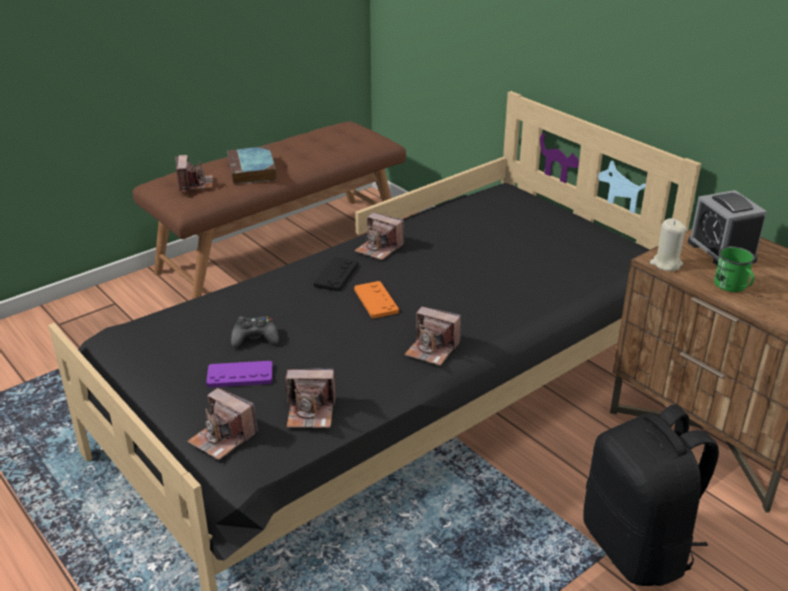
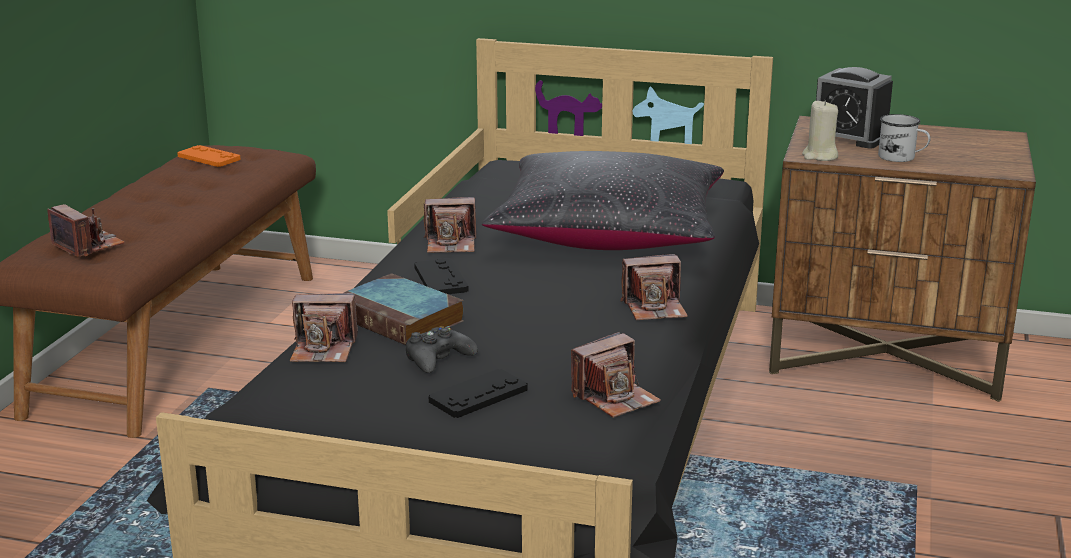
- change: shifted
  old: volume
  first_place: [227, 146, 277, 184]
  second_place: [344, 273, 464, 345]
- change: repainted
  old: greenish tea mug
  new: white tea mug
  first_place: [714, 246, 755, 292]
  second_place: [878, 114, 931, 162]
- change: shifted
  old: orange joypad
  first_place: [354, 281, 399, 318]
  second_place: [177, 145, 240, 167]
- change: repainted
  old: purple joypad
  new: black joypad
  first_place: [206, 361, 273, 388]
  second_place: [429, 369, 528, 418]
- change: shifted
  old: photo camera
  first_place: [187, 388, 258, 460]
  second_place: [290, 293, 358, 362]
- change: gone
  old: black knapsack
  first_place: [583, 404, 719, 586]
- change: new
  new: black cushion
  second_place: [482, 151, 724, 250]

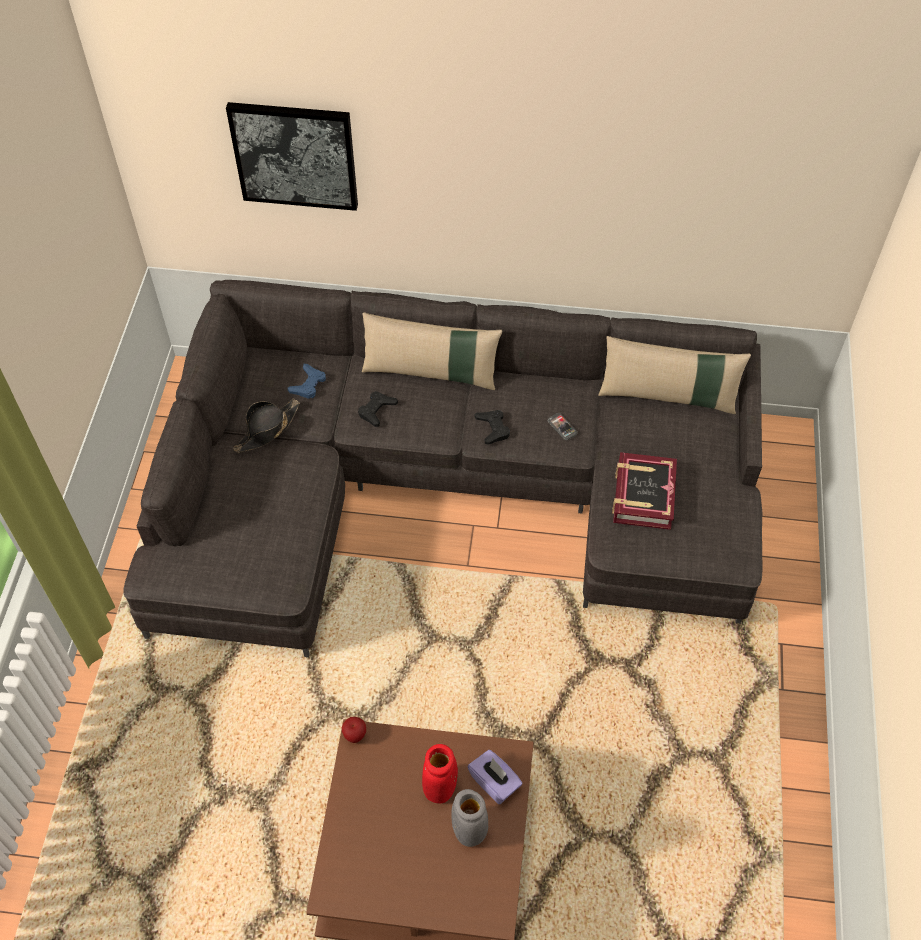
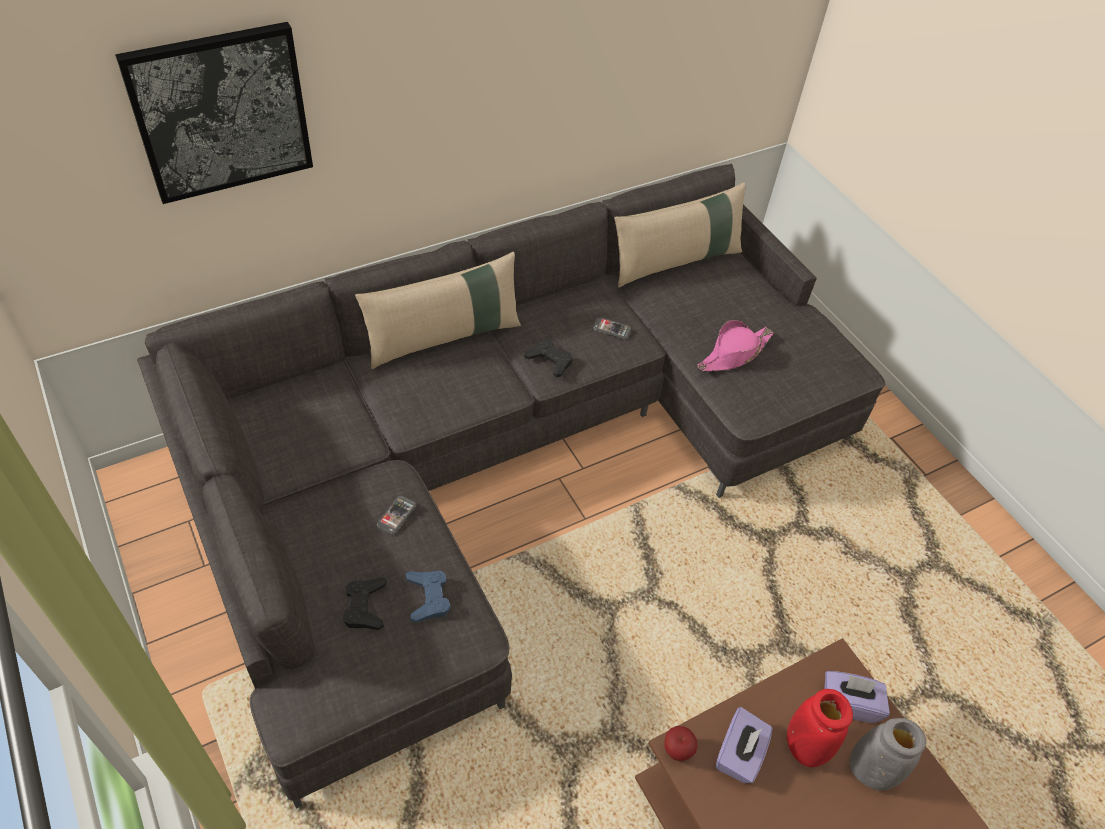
- change: shifted
  old: blue joypad
  first_place: [287, 364, 326, 399]
  second_place: [405, 571, 450, 623]
- change: shifted
  old: black joypad
  first_place: [358, 391, 398, 427]
  second_place: [342, 577, 387, 630]
- change: gone
  old: black wearable hat
  first_place: [233, 398, 300, 453]
- change: swapped
  old: volume
  new: pink-coloured wearable hat
  first_place: [612, 452, 677, 530]
  second_place: [697, 320, 774, 371]
- change: new
  new: handset
  second_place: [377, 496, 416, 535]
- change: new
  new: purple tissue box
  second_place: [716, 707, 773, 783]

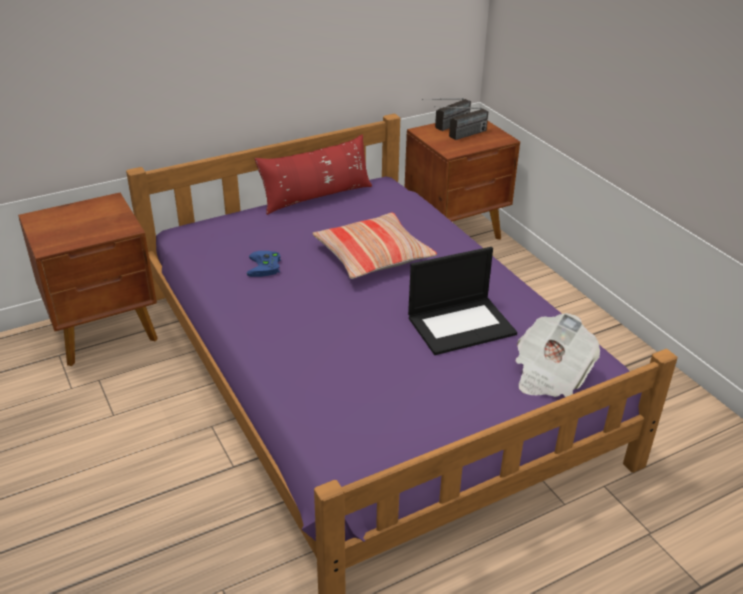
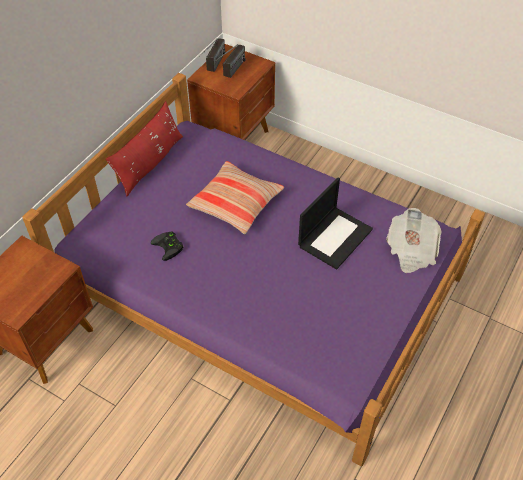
- change: repainted
  old: blue joypad
  new: black joypad
  first_place: [247, 251, 281, 277]
  second_place: [151, 232, 184, 261]

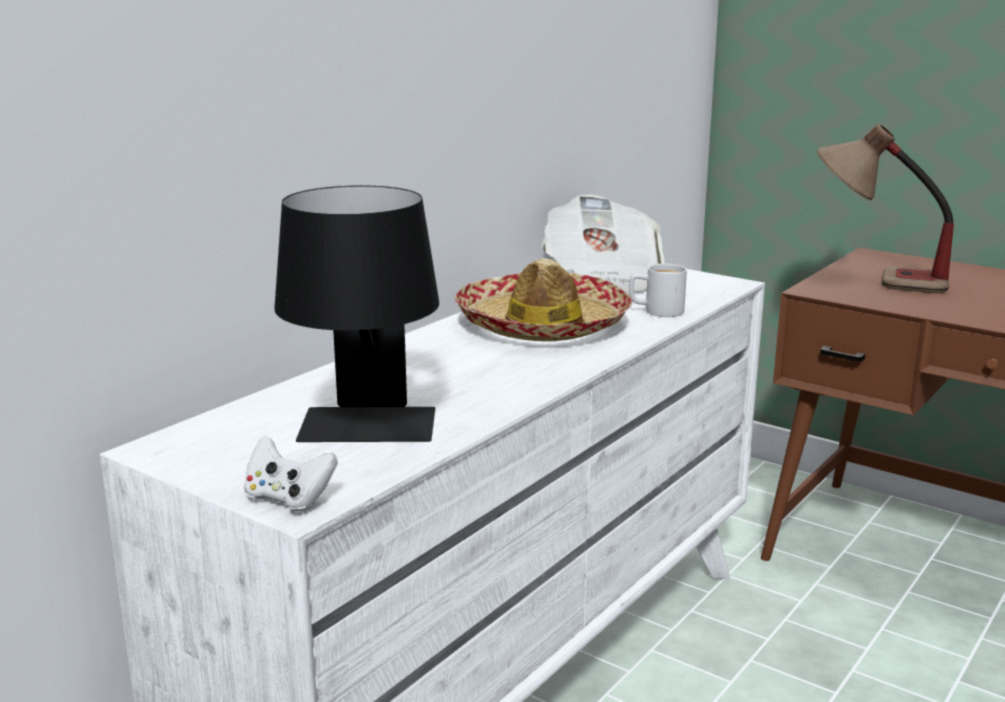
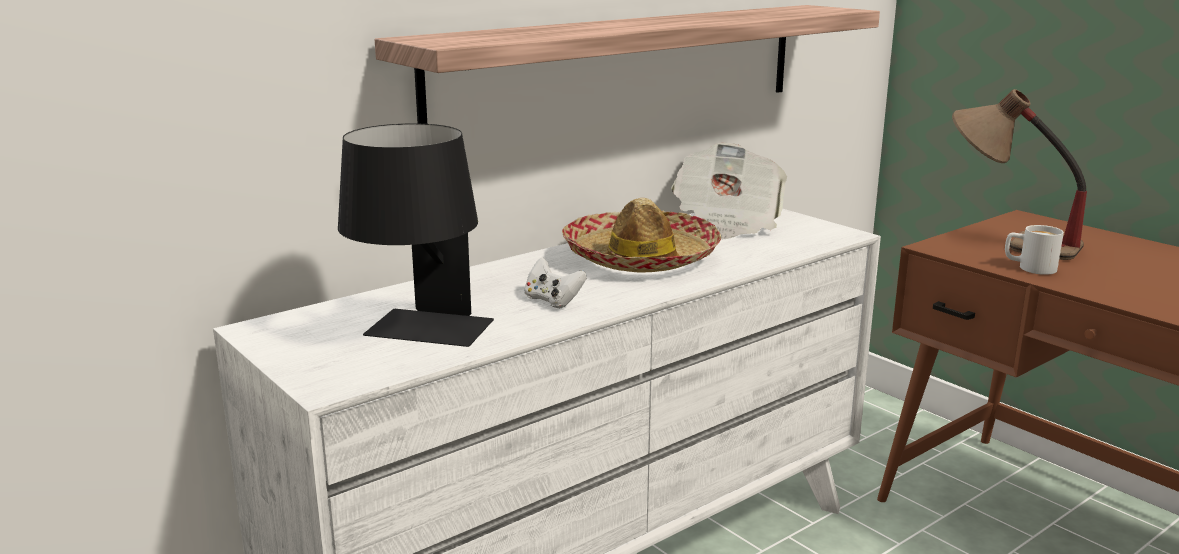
- change: shifted
  old: white tea mug
  first_place: [629, 264, 687, 317]
  second_place: [1005, 225, 1064, 275]
- change: shifted
  old: white joypad
  first_place: [244, 435, 338, 512]
  second_place: [524, 257, 587, 308]
- change: new
  new: shelf
  second_place: [375, 5, 880, 124]

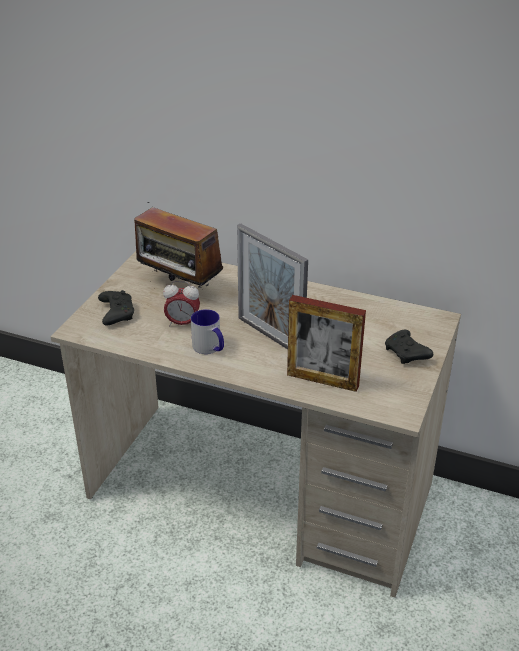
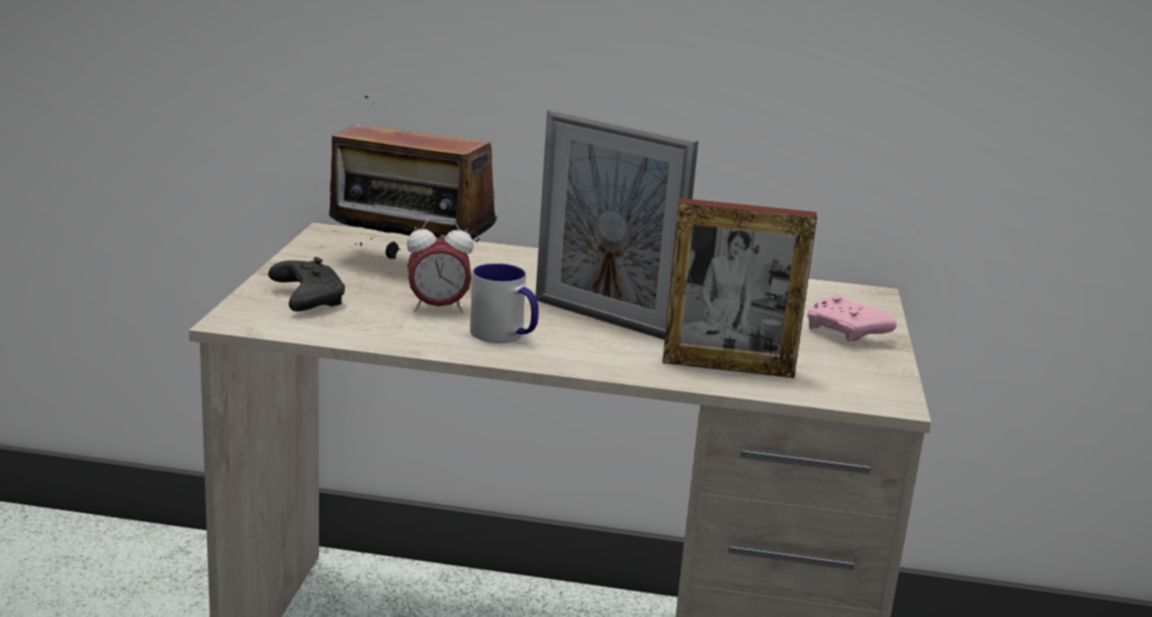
- change: repainted
  old: black joypad
  new: pink-coloured joypad
  first_place: [385, 330, 433, 364]
  second_place: [807, 295, 897, 341]

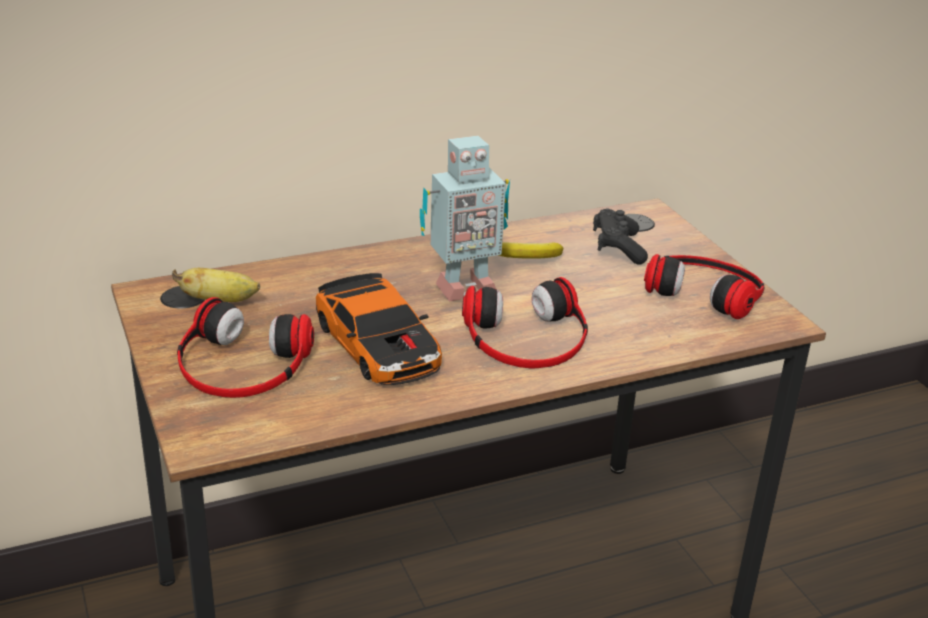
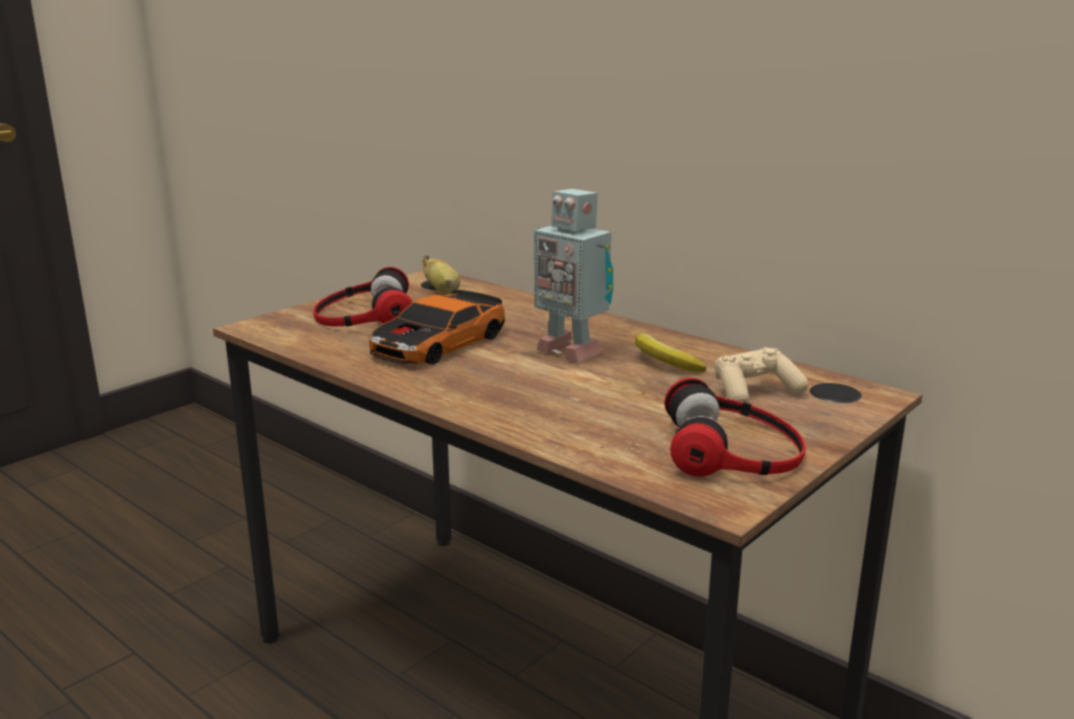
- change: repainted
  old: black joypad
  new: beige-coloured joypad
  first_place: [593, 208, 648, 264]
  second_place: [715, 347, 809, 403]
- change: gone
  old: pair of headphones
  first_place: [462, 277, 588, 369]

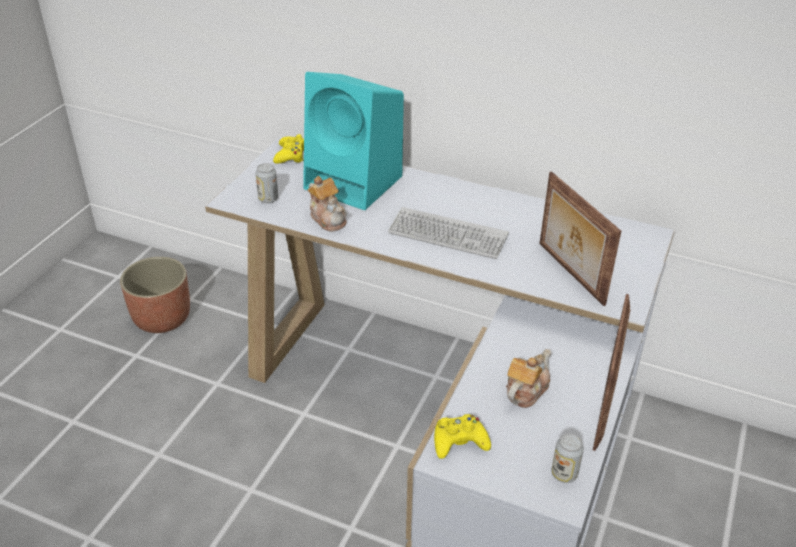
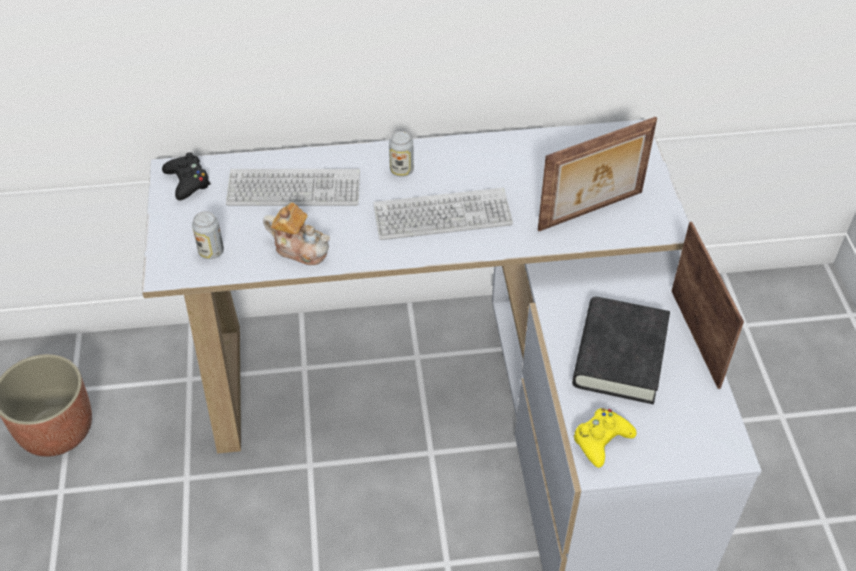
- change: swapped
  old: turquoise speaker
  new: keyboard
  first_place: [303, 72, 404, 210]
  second_place: [226, 169, 360, 206]
- change: repainted
  old: yellowish joypad
  new: black joypad
  first_place: [273, 134, 304, 164]
  second_place: [162, 152, 211, 200]
- change: rotated
  old: photo frame
  first_place: [540, 171, 621, 306]
  second_place: [538, 117, 657, 231]
  degrees: -60
- change: swapped
  old: teapot
  new: black volume
  first_place: [506, 349, 551, 408]
  second_place: [572, 297, 670, 404]
- change: shifted
  old: can
  first_place: [551, 433, 584, 483]
  second_place: [389, 131, 414, 177]

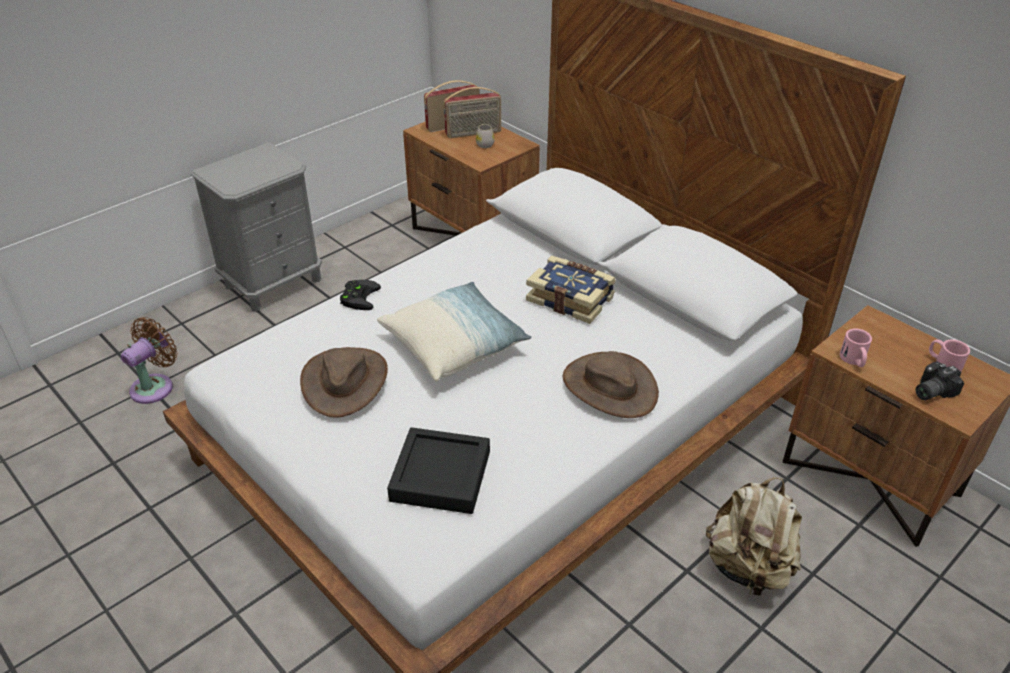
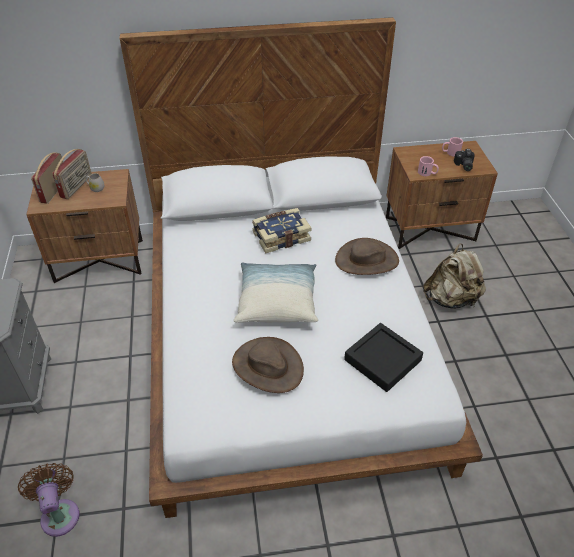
- change: gone
  old: black joypad
  first_place: [340, 280, 381, 310]

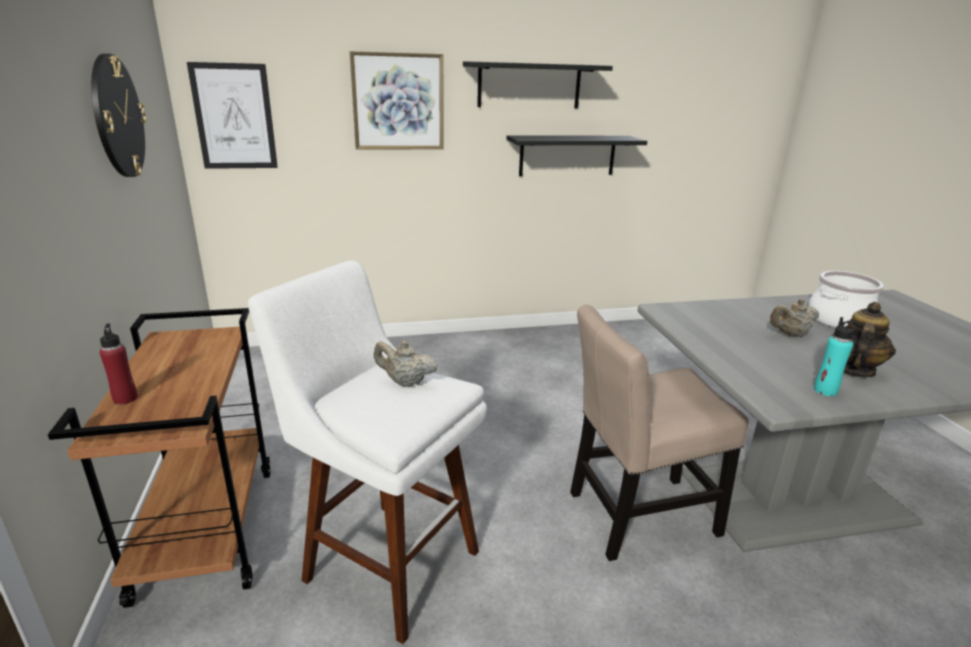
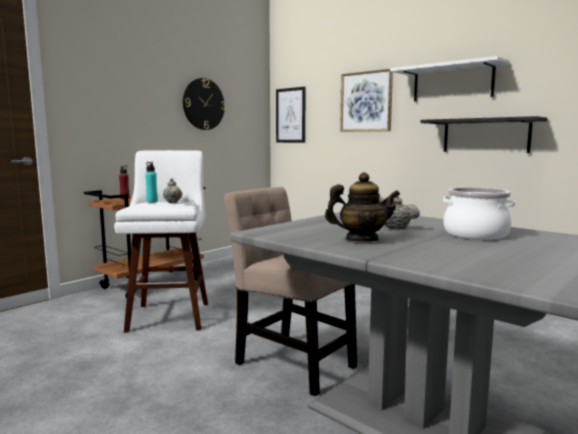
- change: repainted
  old: black shelf
  new: white shelf
  first_place: [463, 61, 613, 108]
  second_place: [390, 56, 509, 101]
- change: shifted
  old: turquoise bottle
  first_place: [814, 317, 860, 396]
  second_place: [145, 162, 158, 203]

